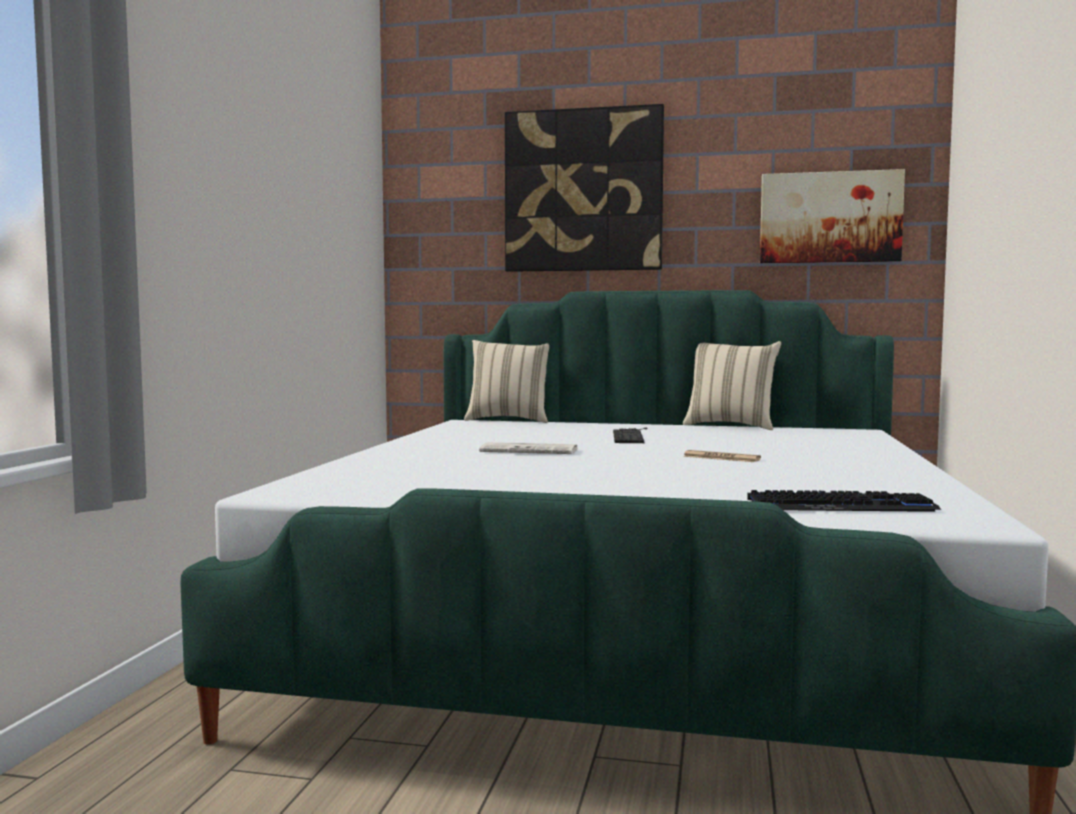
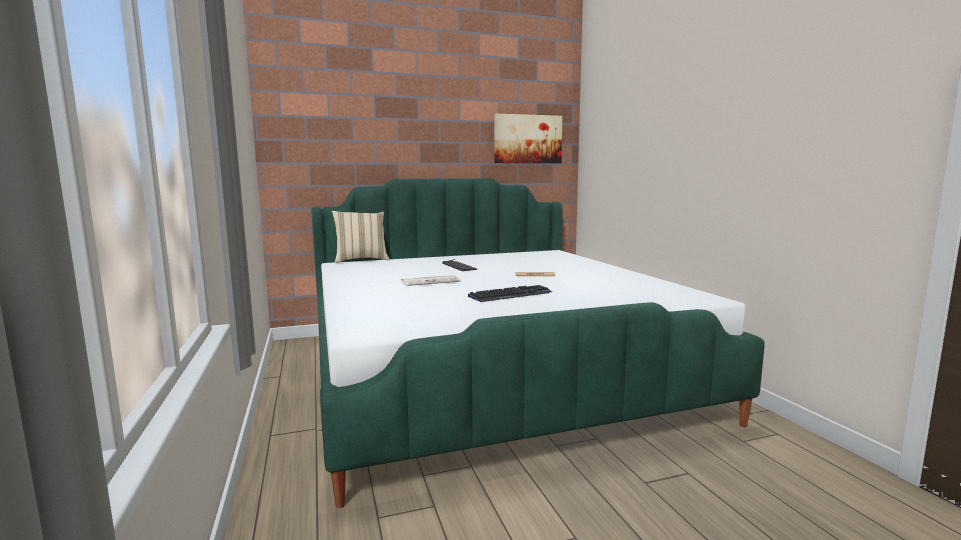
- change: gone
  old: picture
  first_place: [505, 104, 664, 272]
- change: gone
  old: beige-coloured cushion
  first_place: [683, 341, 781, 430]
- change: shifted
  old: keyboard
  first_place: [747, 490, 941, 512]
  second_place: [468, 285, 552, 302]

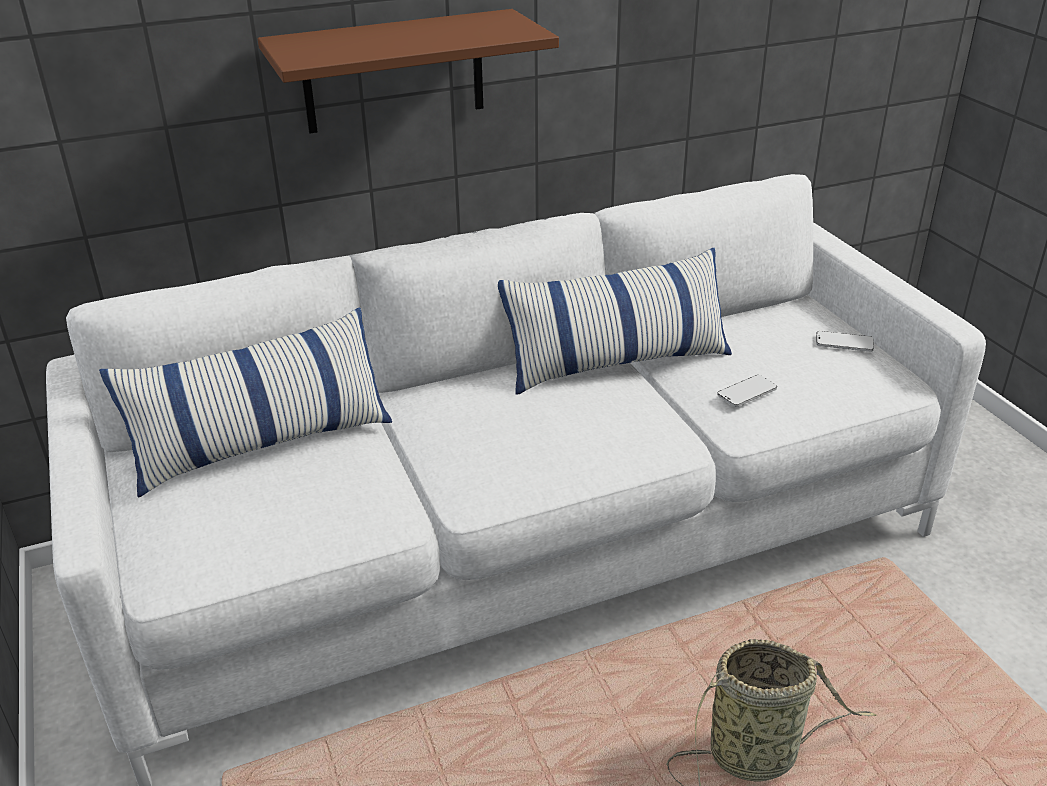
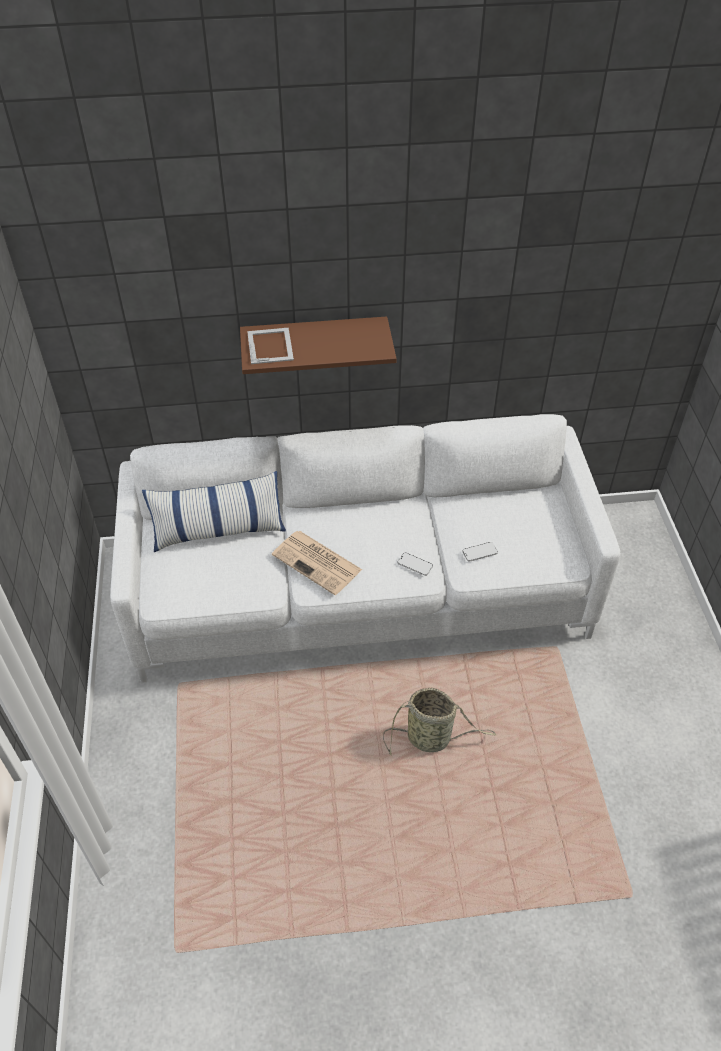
- change: gone
  old: cushion
  first_place: [498, 248, 732, 395]
- change: shifted
  old: handset
  first_place: [816, 331, 874, 352]
  second_place: [398, 553, 433, 576]
- change: new
  new: photo frame
  second_place: [247, 328, 294, 364]
- change: new
  new: newspaper
  second_place: [272, 531, 362, 595]

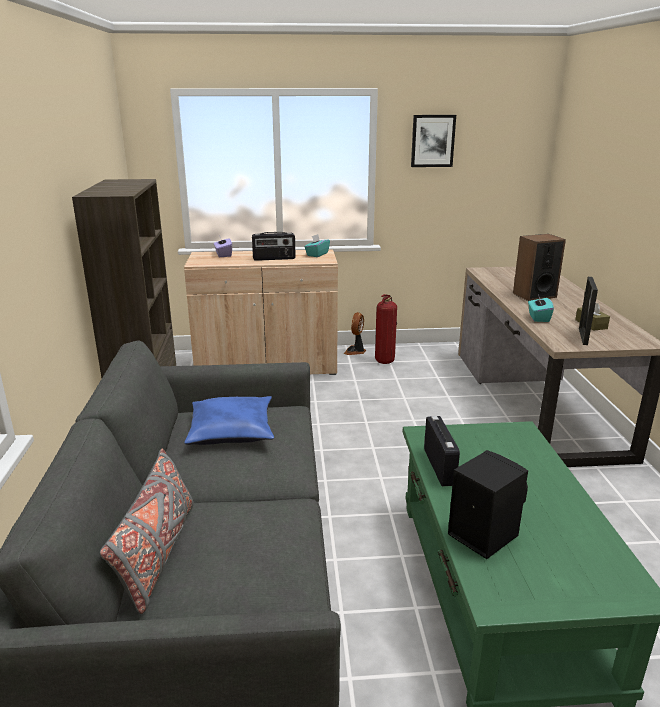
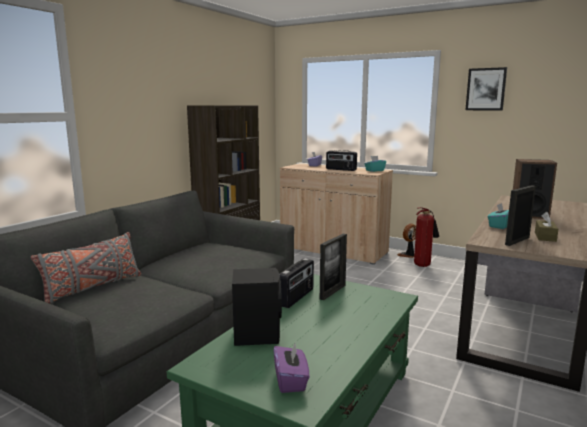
- change: gone
  old: blue cushion
  first_place: [184, 396, 274, 445]
- change: new
  new: photo frame
  second_place: [320, 234, 347, 300]
- change: new
  new: purple tissue box
  second_place: [274, 341, 309, 393]

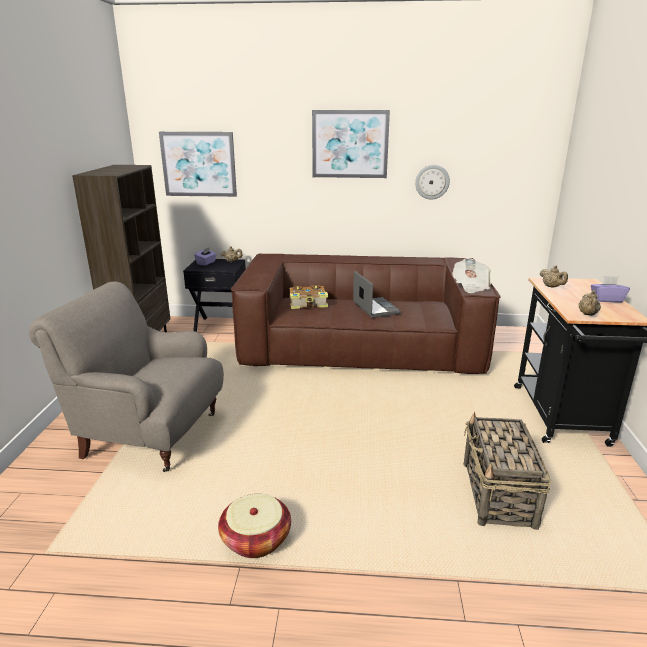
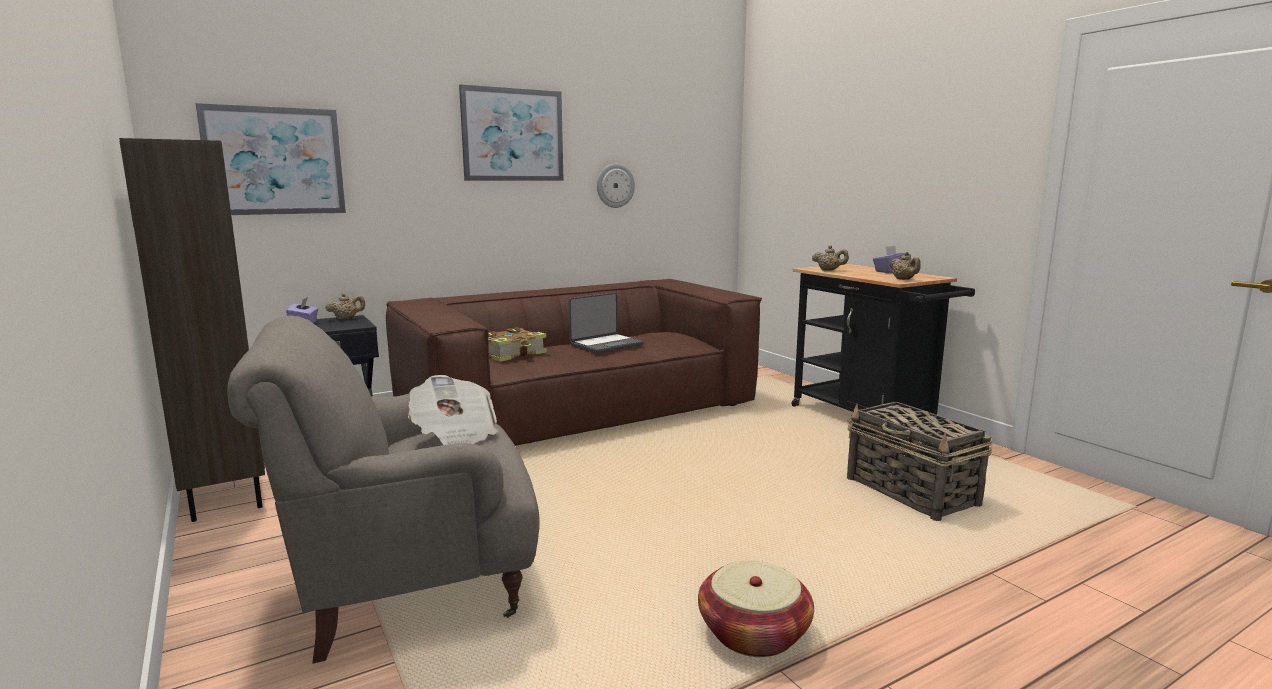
- change: shifted
  old: newspaper
  first_place: [452, 258, 491, 293]
  second_place: [408, 375, 498, 445]
- change: rotated
  old: notebook computer
  first_place: [353, 271, 401, 318]
  second_place: [568, 292, 644, 354]
  degrees: 105

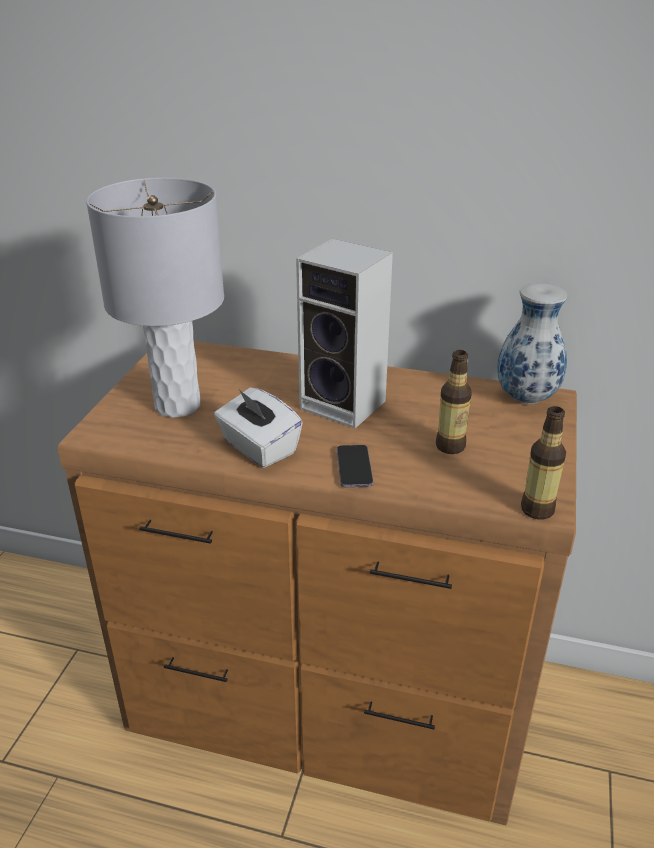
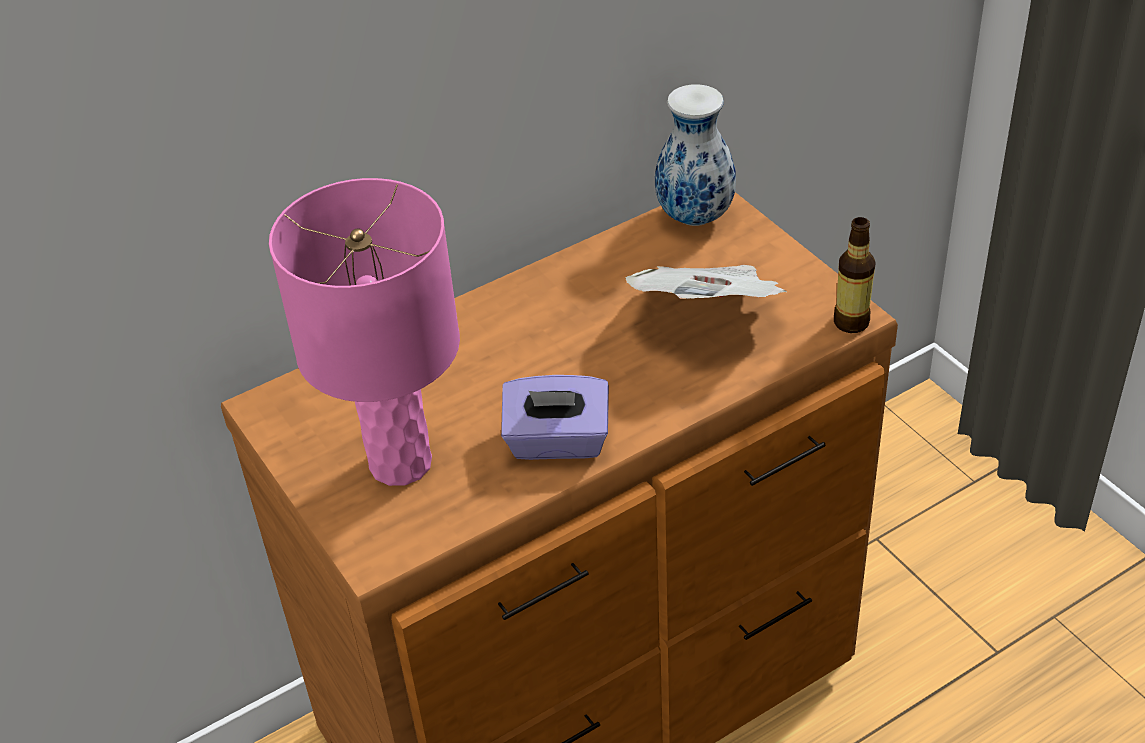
- change: repainted
  old: greyish table lamp
  new: pink-coloured table lamp
  first_place: [86, 177, 224, 418]
  second_place: [269, 178, 460, 486]
- change: gone
  old: speaker
  first_place: [296, 239, 393, 429]
- change: swapped
  old: bottle
  new: newspaper
  first_place: [436, 350, 472, 454]
  second_place: [625, 265, 787, 299]
- change: repainted
  old: white tissue box
  new: purple tissue box
  first_place: [214, 387, 303, 468]
  second_place: [501, 375, 609, 460]
- change: gone
  old: handset
  first_place: [337, 445, 373, 487]

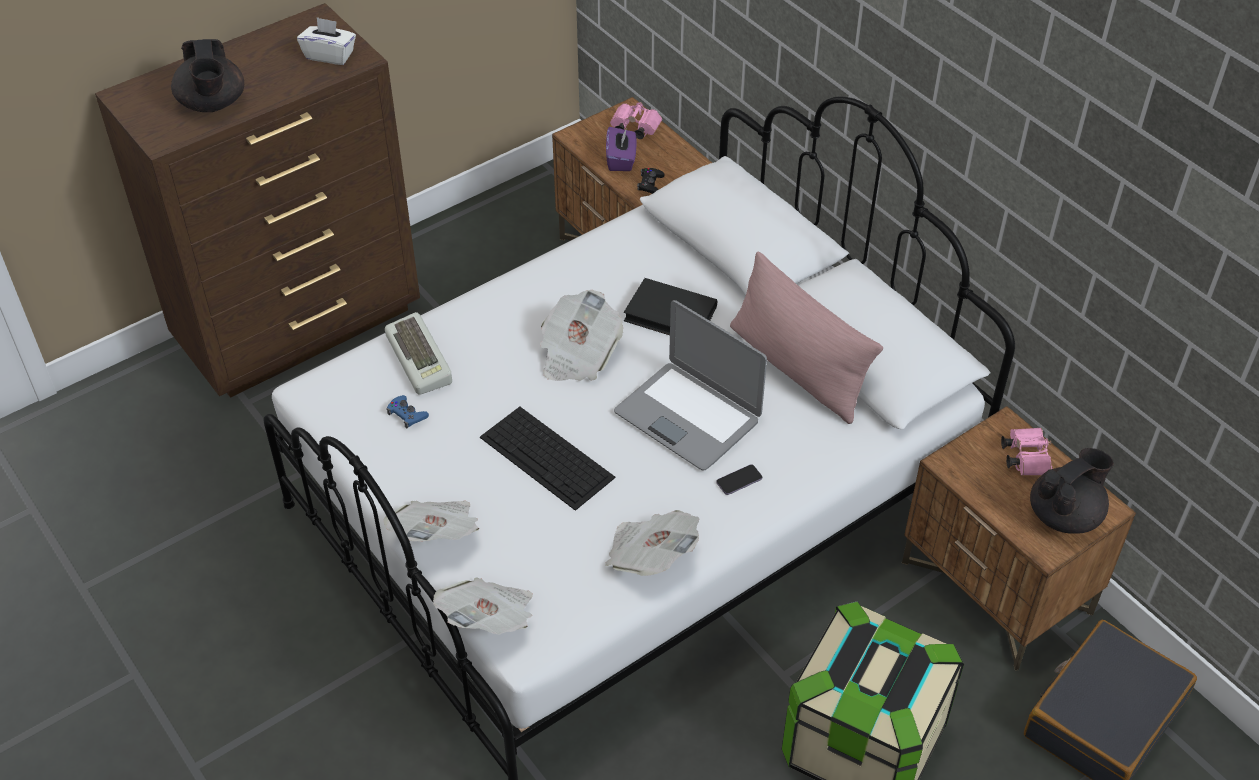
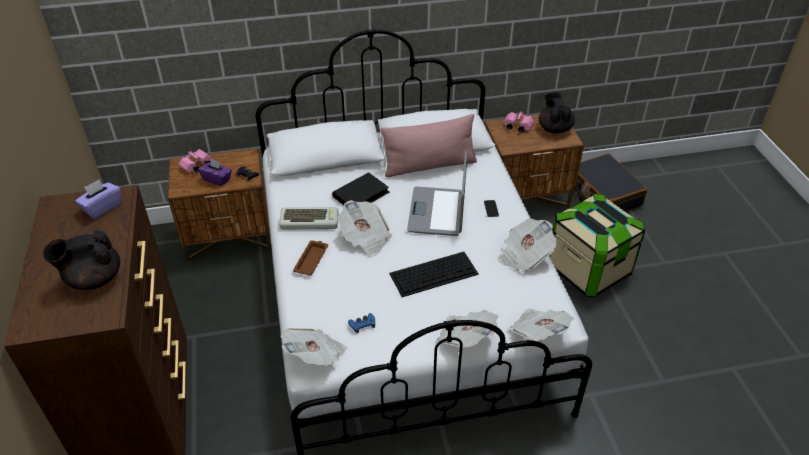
- change: repainted
  old: white tissue box
  new: purple tissue box
  first_place: [297, 17, 356, 65]
  second_place: [75, 179, 121, 219]
- change: rotated
  old: black teapot
  first_place: [171, 39, 244, 112]
  second_place: [43, 230, 120, 290]
  degrees: 150
- change: rotated
  old: notebook computer
  first_place: [614, 300, 767, 471]
  second_place: [407, 151, 468, 236]
  degrees: 120
- change: shifted
  old: keyboard
  first_place: [385, 312, 452, 395]
  second_place: [279, 207, 339, 229]
- change: new
  new: brown-coloured carrying tray
  second_place: [293, 240, 328, 276]
- change: new
  new: newspaper
  second_place: [281, 328, 347, 366]

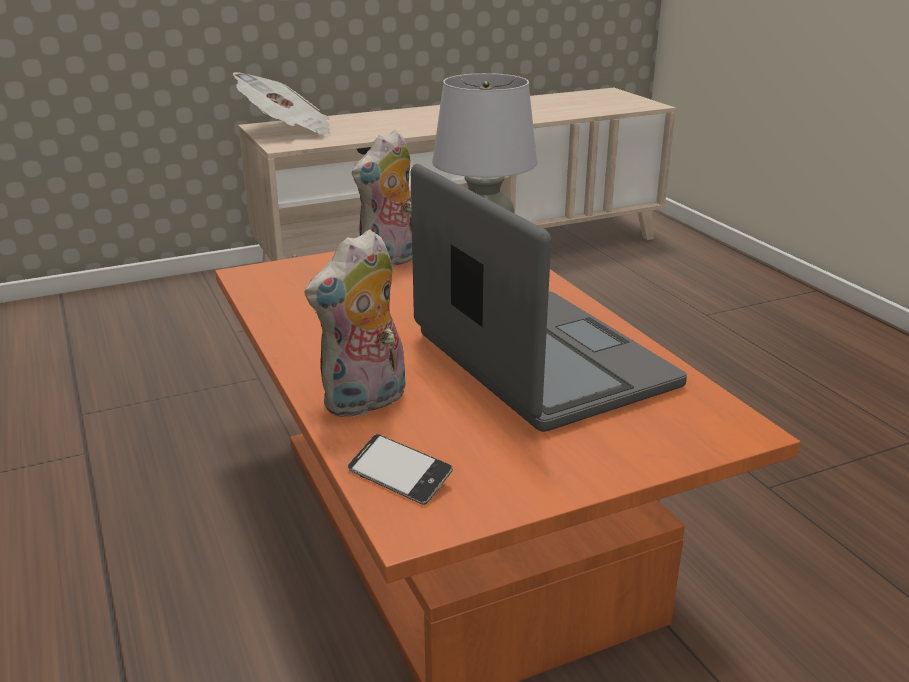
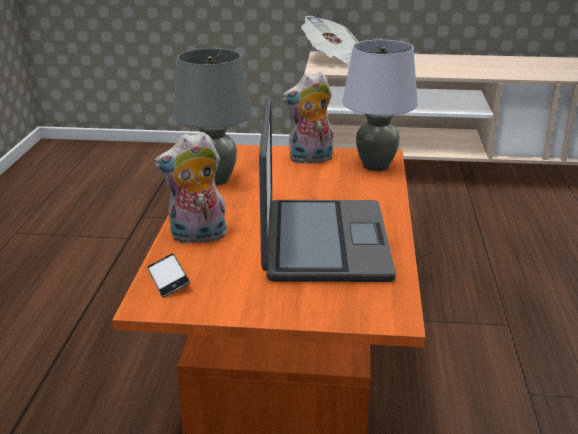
- change: new
  new: greyish table lamp
  second_place: [173, 48, 251, 185]

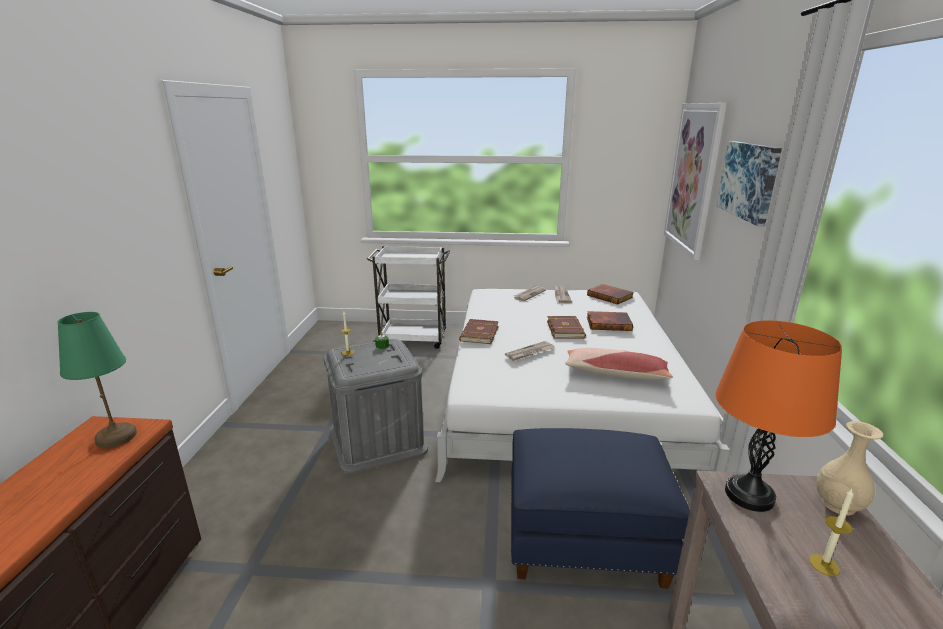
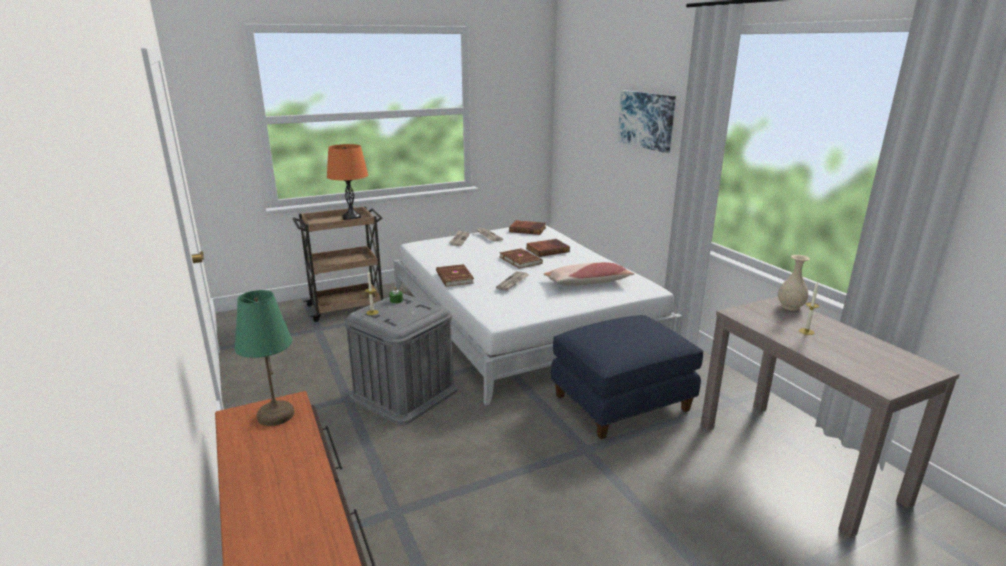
- change: gone
  old: picture
  first_place: [664, 103, 727, 260]
- change: repainted
  old: white trolley
  new: brown-coloured trolley
  first_place: [367, 246, 450, 349]
  second_place: [293, 206, 383, 322]
- change: shifted
  old: orange table lamp
  first_place: [715, 320, 842, 512]
  second_place: [327, 144, 368, 220]

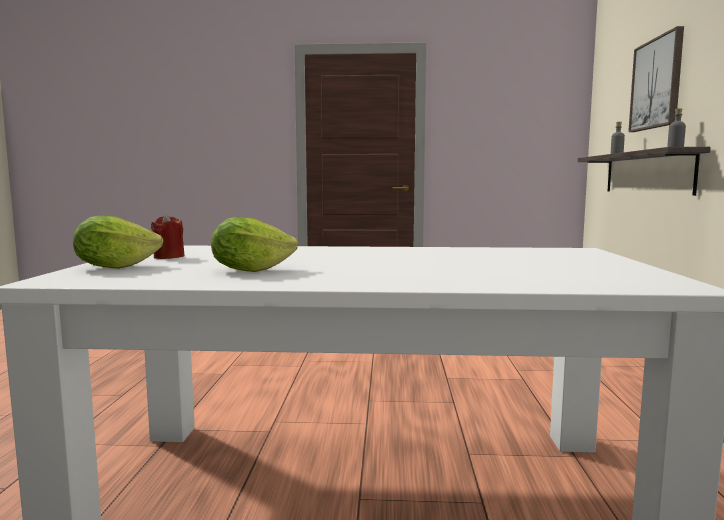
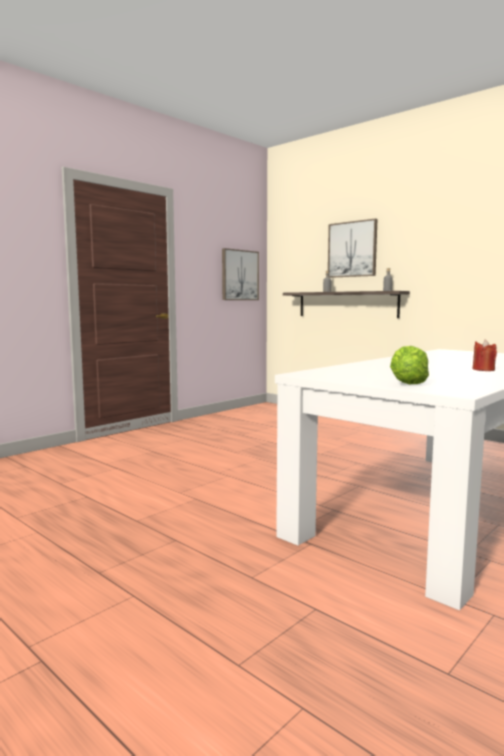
- change: shifted
  old: red wax candle
  first_place: [151, 214, 185, 259]
  second_place: [472, 339, 497, 371]
- change: gone
  old: lettuce
  first_place: [211, 217, 298, 272]
- change: new
  new: picture
  second_place: [222, 248, 259, 300]

